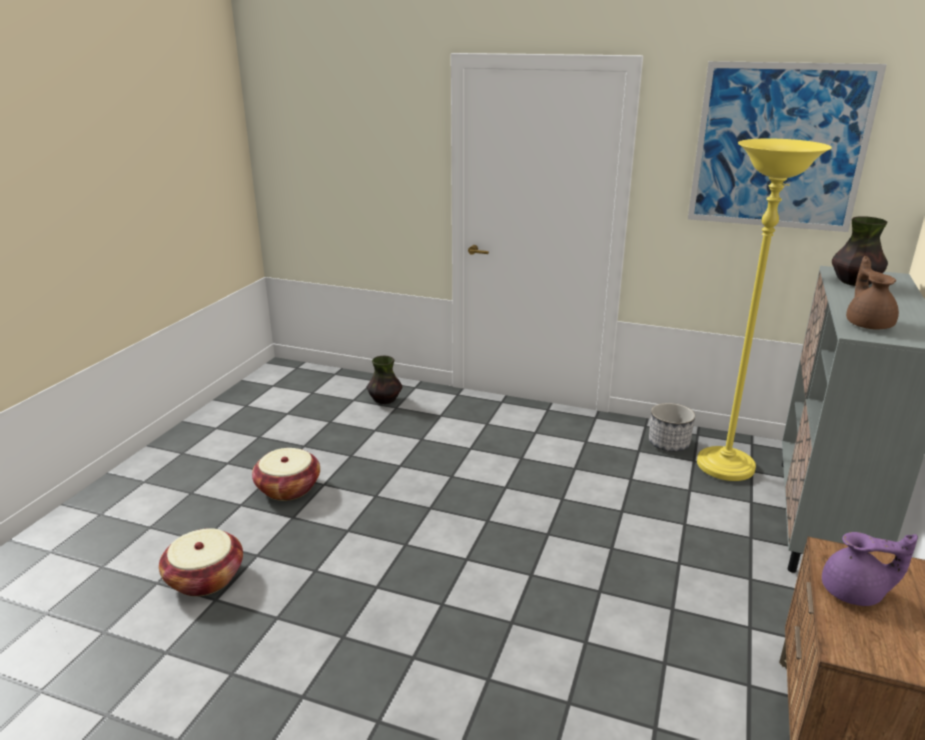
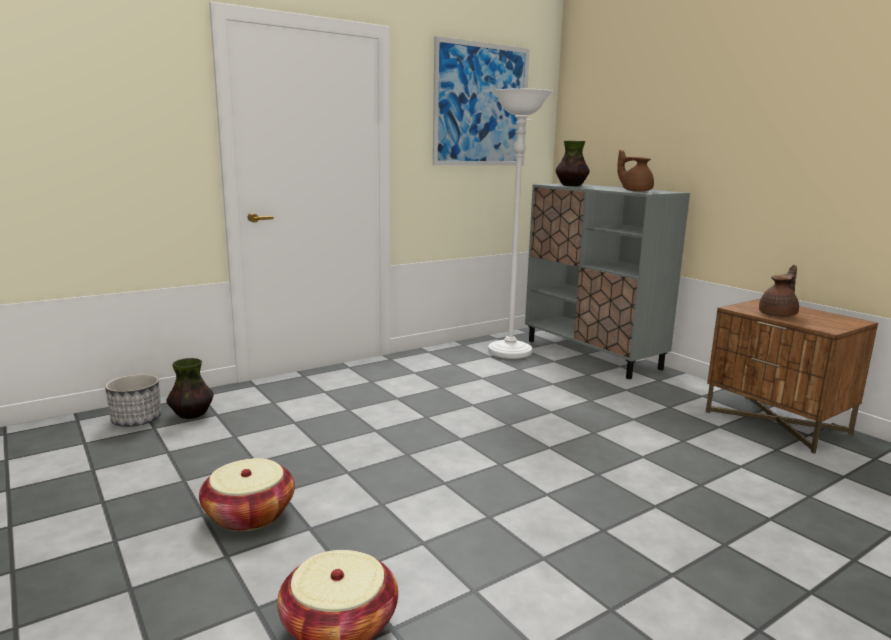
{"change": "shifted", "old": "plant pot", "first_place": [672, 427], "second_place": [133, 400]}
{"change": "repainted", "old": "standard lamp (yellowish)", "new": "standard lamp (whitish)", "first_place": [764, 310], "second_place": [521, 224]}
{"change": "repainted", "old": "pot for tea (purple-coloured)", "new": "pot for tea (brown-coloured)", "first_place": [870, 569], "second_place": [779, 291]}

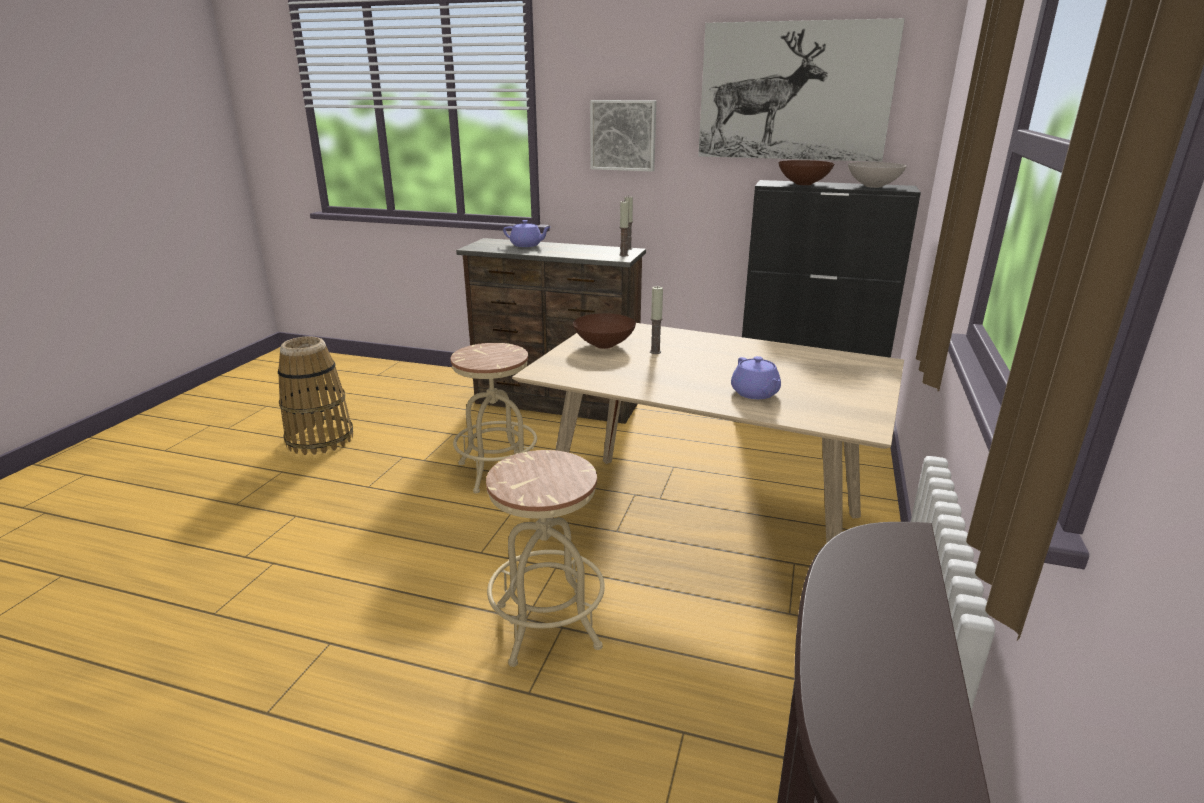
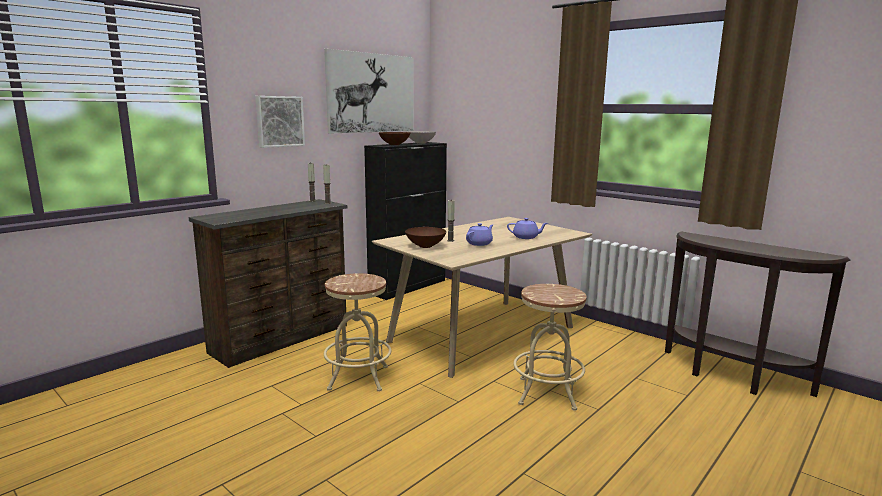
{"change": "gone", "old": "household basket", "first_place": [315, 396]}
{"change": "shifted", "old": "pot for tea (purple-coloured)", "first_place": [526, 233], "second_place": [480, 234]}

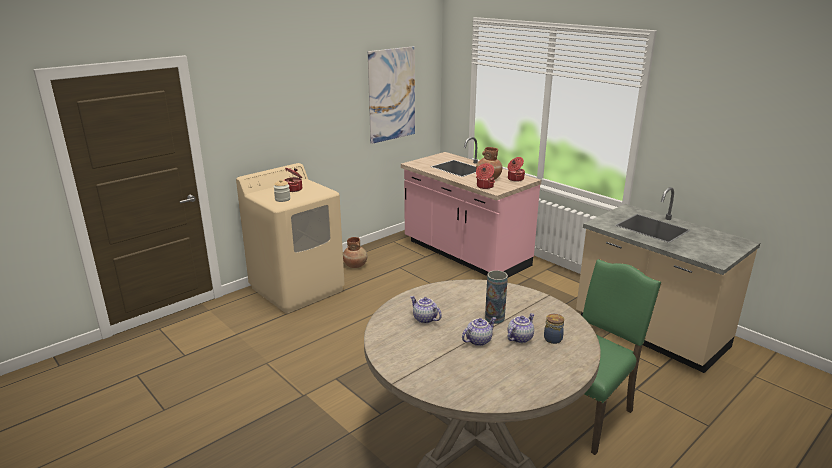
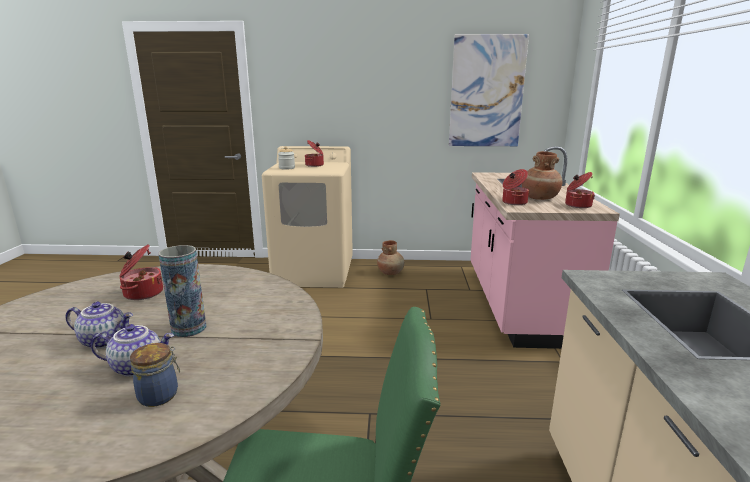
{"change": "swapped", "old": "pot for tea", "new": "saucepot", "first_place": [426, 310], "second_place": [141, 272]}

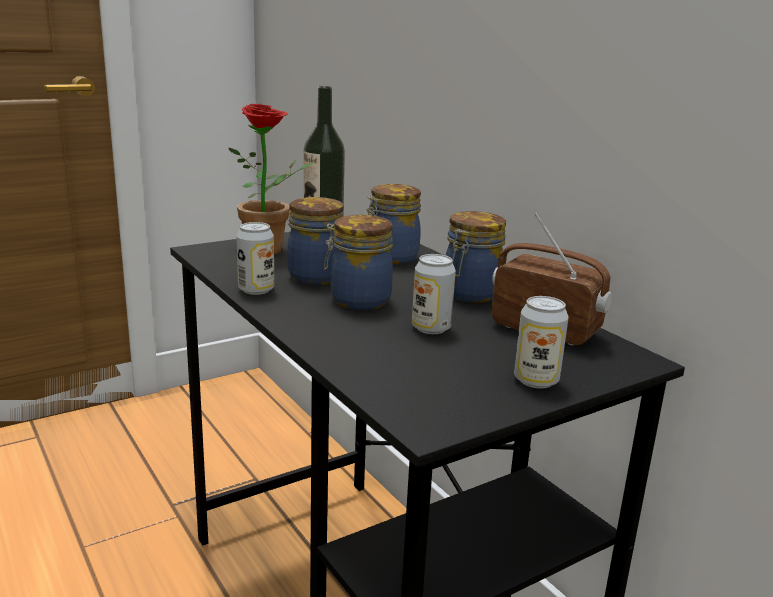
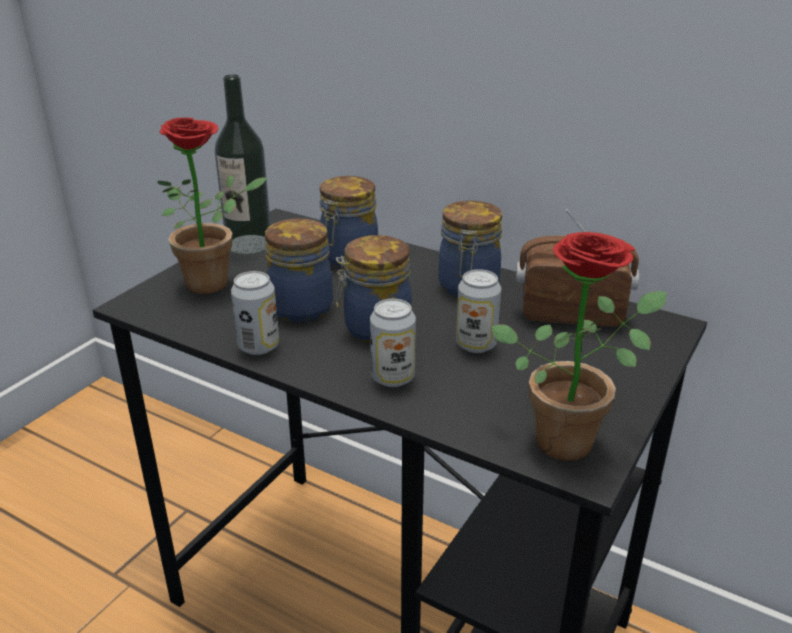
{"change": "new", "new": "houseplant", "second_place": [578, 346]}
{"change": "shifted", "old": "sealed can", "first_place": [541, 342], "second_place": [393, 343]}

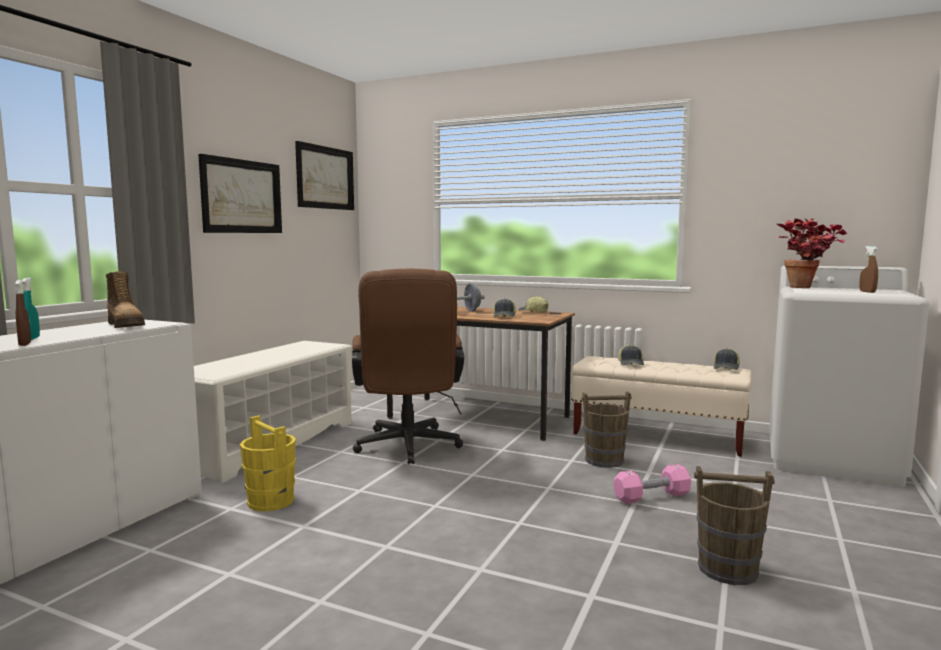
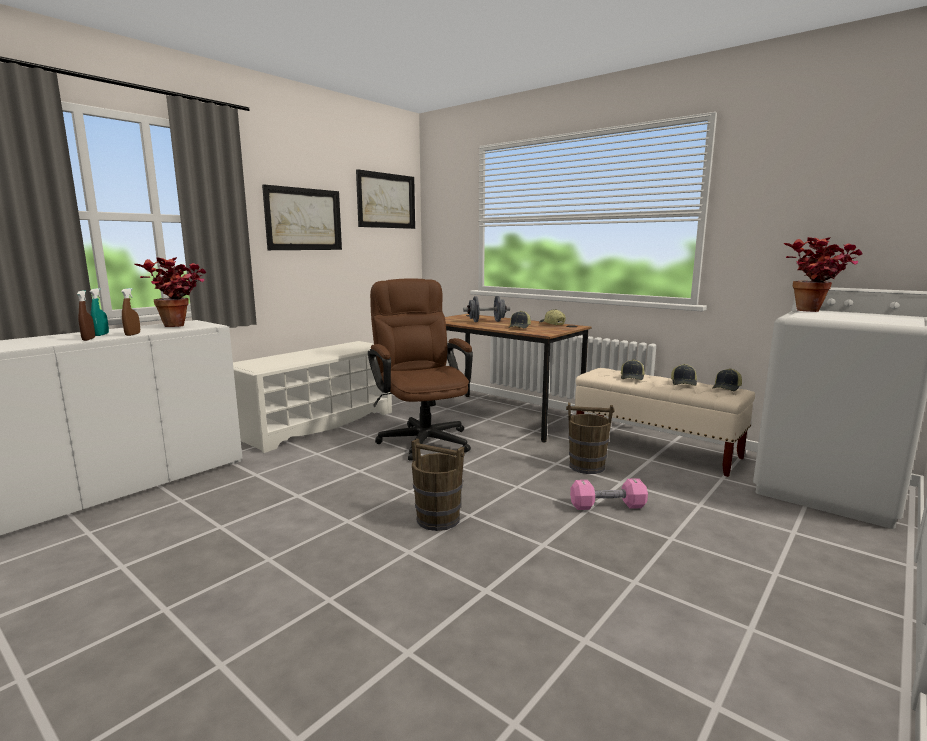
{"change": "gone", "old": "pail (yellowish)", "first_place": [268, 463]}
{"change": "new", "new": "peaked cap", "second_place": [684, 375]}
{"change": "shifted", "old": "pail (brown-coloured)", "first_place": [734, 525], "second_place": [438, 484]}
{"change": "shifted", "old": "sprayer (brown-coloured)", "first_place": [868, 269], "second_place": [130, 312]}
{"change": "swapped", "old": "boot", "new": "houseplant", "first_place": [125, 299], "second_place": [171, 292]}
{"change": "rotated", "old": "office chair (brown-coloured)", "first_place": [408, 366], "second_place": [420, 369], "degrees": 150}

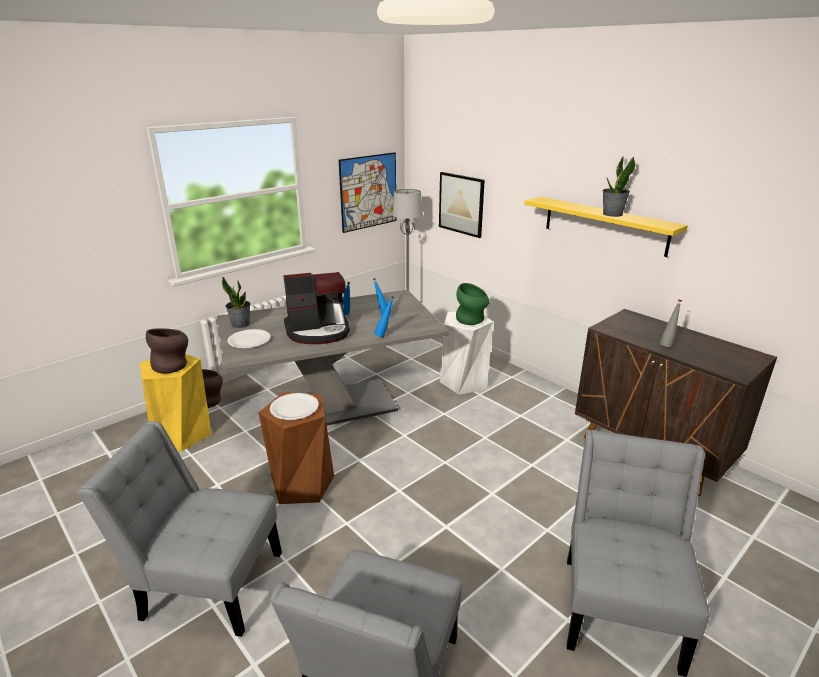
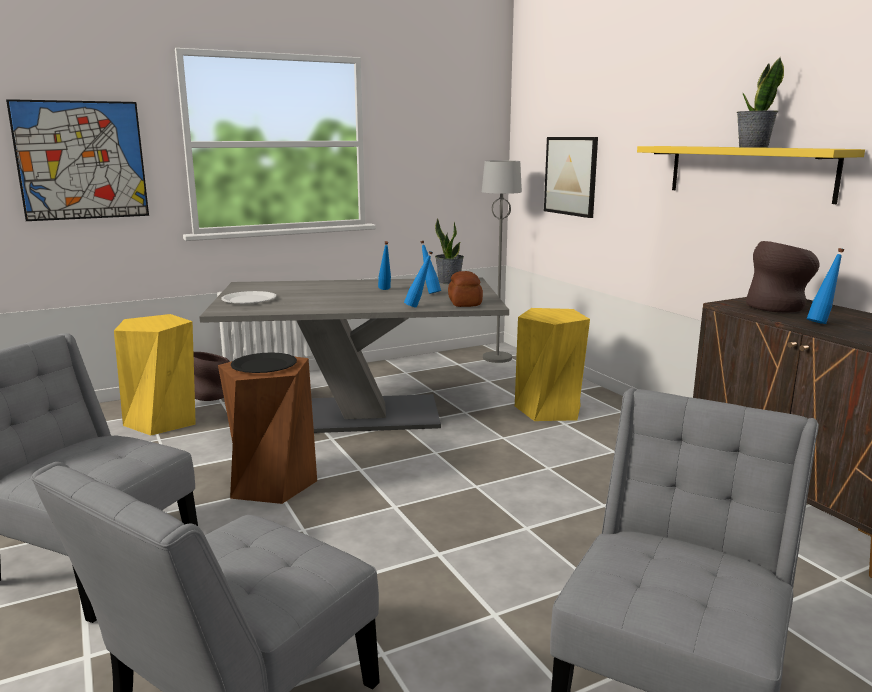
{"change": "gone", "old": "coffee brewer", "first_place": [316, 308]}
{"change": "gone", "old": "flower vase (green)", "first_place": [473, 304]}
{"change": "new", "new": "bread", "second_place": [465, 289]}
{"change": "shifted", "old": "flower vase (brown-coloured)", "first_place": [167, 351], "second_place": [783, 276]}
{"change": "shifted", "old": "houseplant", "first_place": [236, 302], "second_place": [449, 251]}
{"change": "shifted", "old": "picture", "first_place": [368, 192], "second_place": [77, 160]}
{"change": "repainted", "old": "flat dish (whitish)", "new": "flat dish (blackish)", "first_place": [294, 406], "second_place": [264, 362]}
{"change": "repainted", "old": "stool seat (whitish)", "new": "stool seat (yellowish)", "first_place": [466, 353], "second_place": [552, 364]}
{"change": "repainted", "old": "drink bottle (grey)", "new": "drink bottle (bluish)", "first_place": [671, 323], "second_place": [826, 286]}

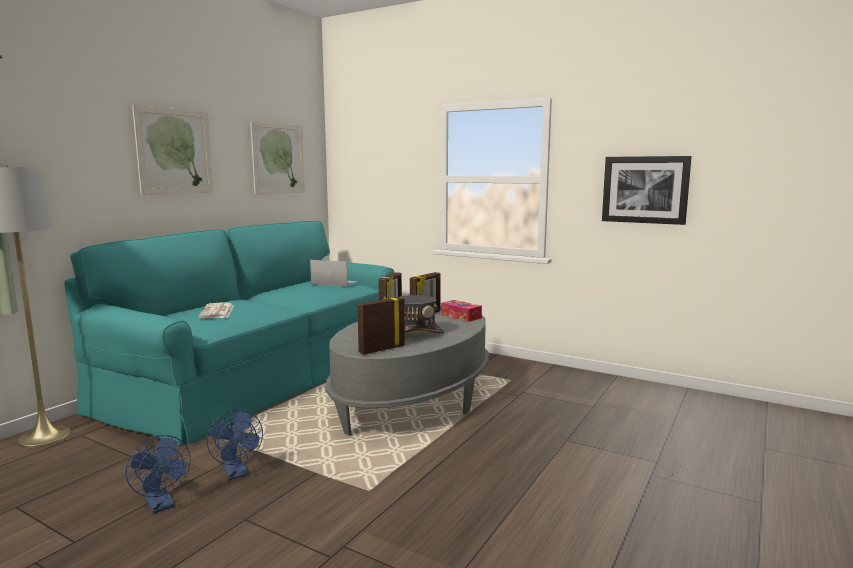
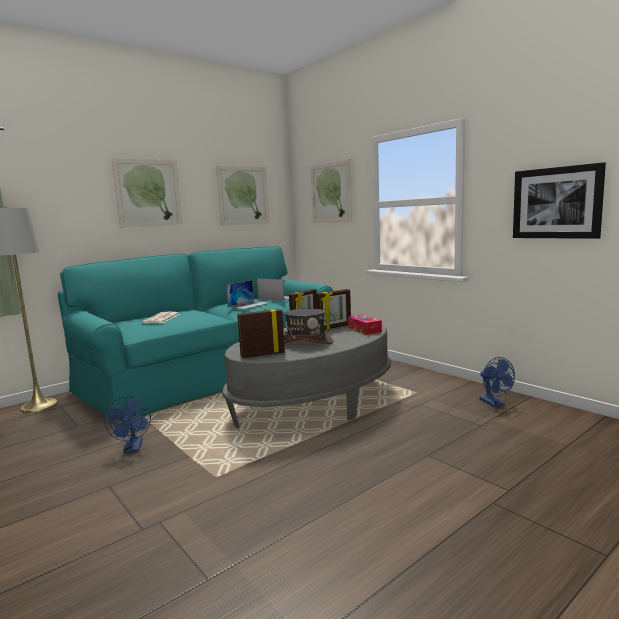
{"change": "new", "new": "notebook computer", "second_place": [247, 294]}
{"change": "new", "new": "picture", "second_place": [331, 191]}
{"change": "shifted", "old": "cooling fan (bluish)", "first_place": [158, 474], "second_place": [497, 382]}

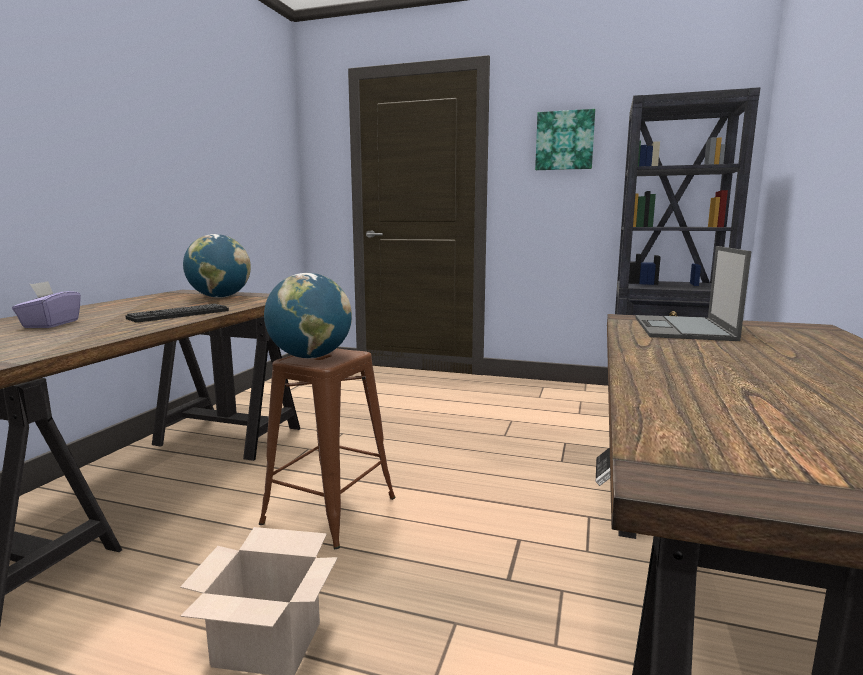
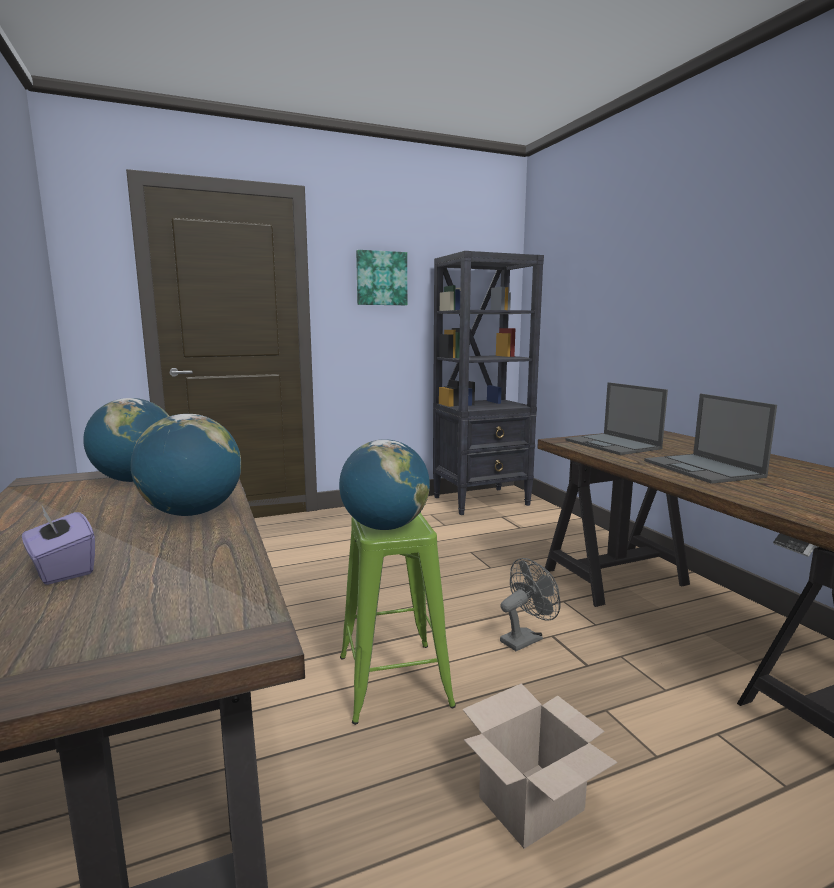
{"change": "new", "new": "cooling fan (grey)", "second_place": [530, 604]}
{"change": "new", "new": "notebook computer", "second_place": [710, 439]}
{"change": "swapped", "old": "keyboard", "new": "globe", "first_place": [177, 313], "second_place": [186, 465]}
{"change": "repainted", "old": "stool seat (brown-coloured)", "new": "stool seat (green)", "first_place": [327, 448], "second_place": [398, 618]}

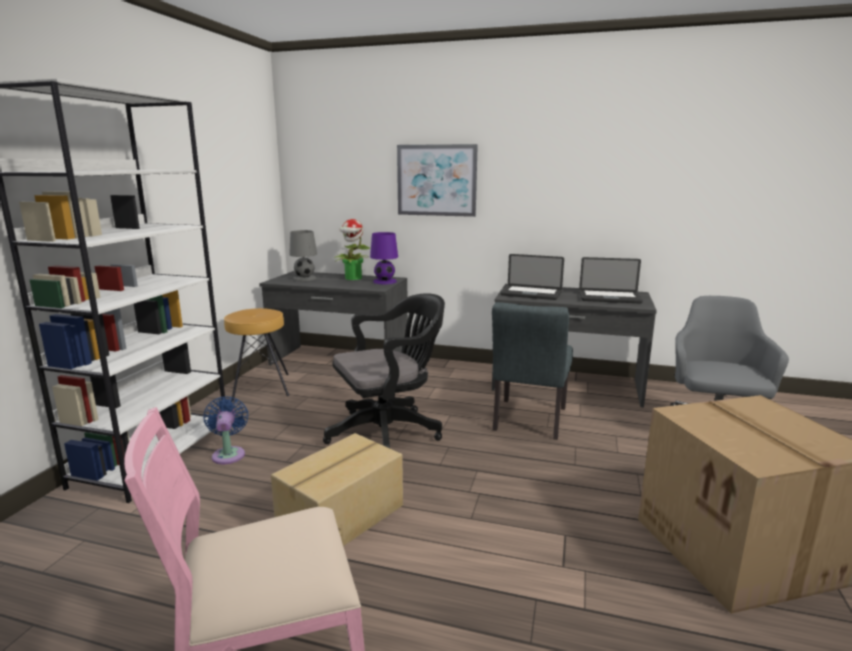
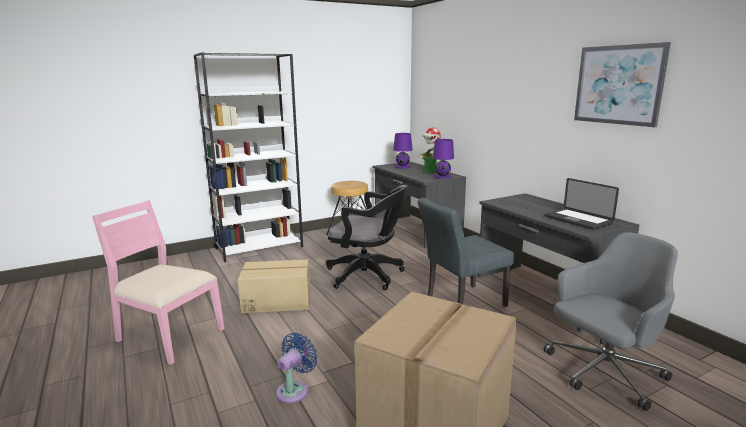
{"change": "gone", "old": "notebook computer", "first_place": [532, 277]}
{"change": "shifted", "old": "cooling fan (bluish)", "first_place": [225, 430], "second_place": [297, 367]}
{"change": "shifted", "old": "picture", "first_place": [437, 180], "second_place": [622, 84]}
{"change": "repainted", "old": "lamp for a table (grey)", "new": "lamp for a table (purple-coloured)", "first_place": [303, 255], "second_place": [403, 151]}

